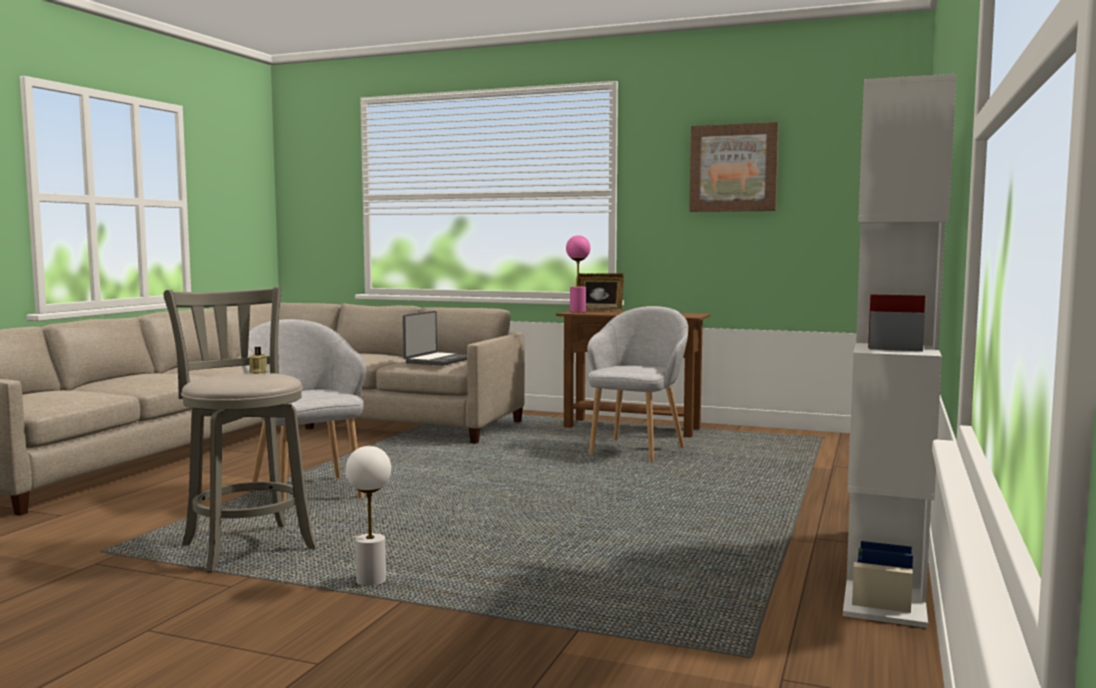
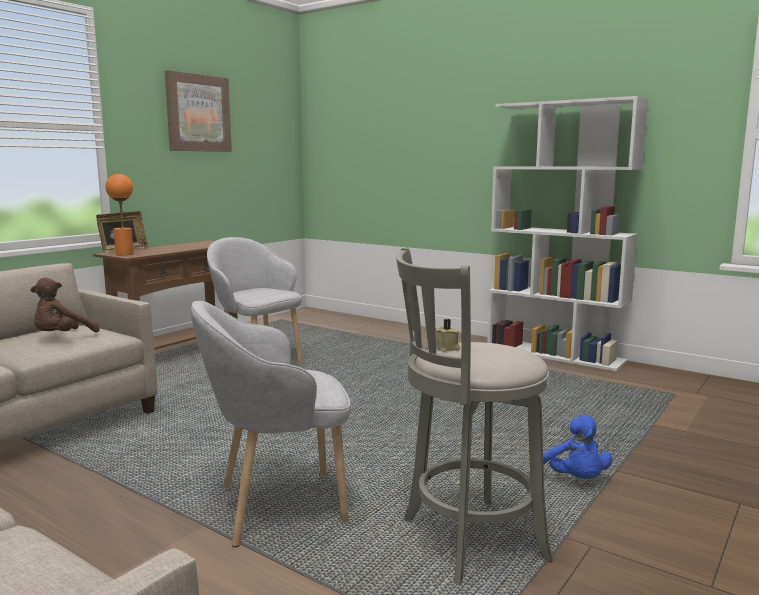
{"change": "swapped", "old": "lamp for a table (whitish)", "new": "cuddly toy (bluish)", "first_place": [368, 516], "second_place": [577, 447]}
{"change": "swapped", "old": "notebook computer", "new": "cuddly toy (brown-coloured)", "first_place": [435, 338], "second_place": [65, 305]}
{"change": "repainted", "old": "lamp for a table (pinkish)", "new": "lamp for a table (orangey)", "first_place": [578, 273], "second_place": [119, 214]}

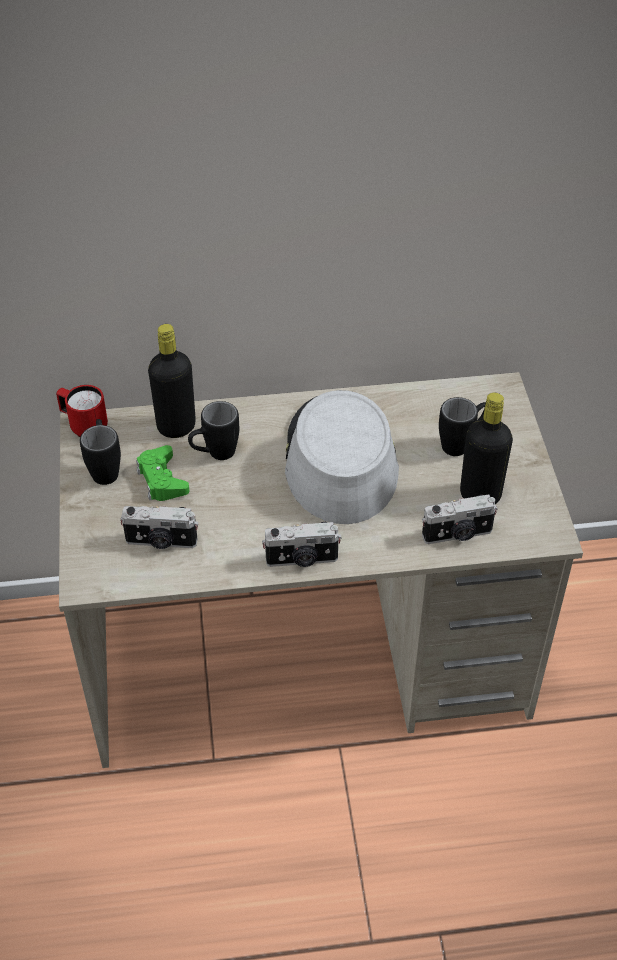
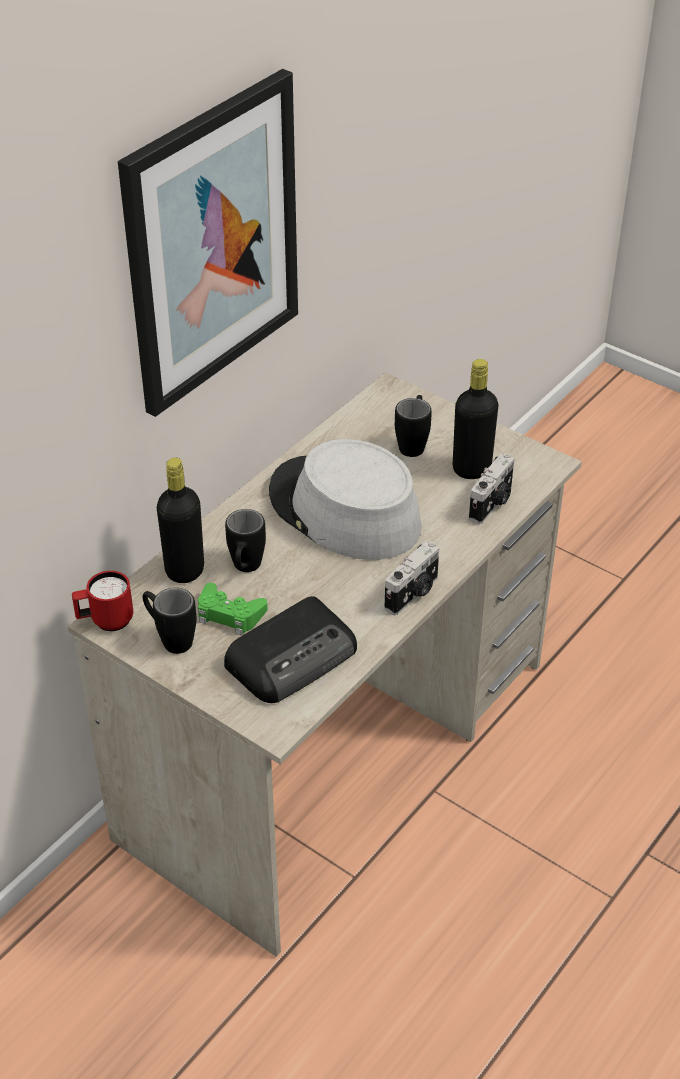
{"change": "new", "new": "picture", "second_place": [208, 243]}
{"change": "swapped", "old": "photo camera", "new": "radio receiver", "first_place": [159, 527], "second_place": [290, 649]}

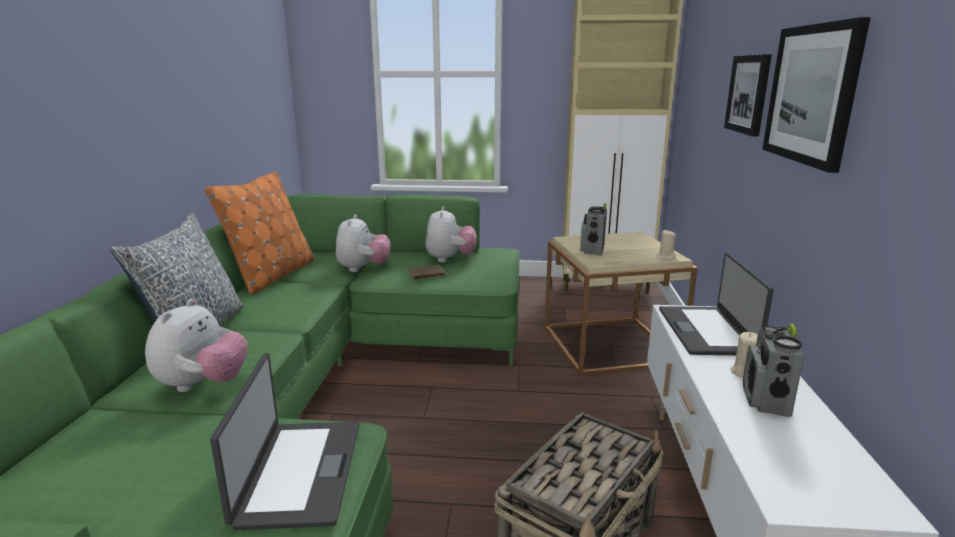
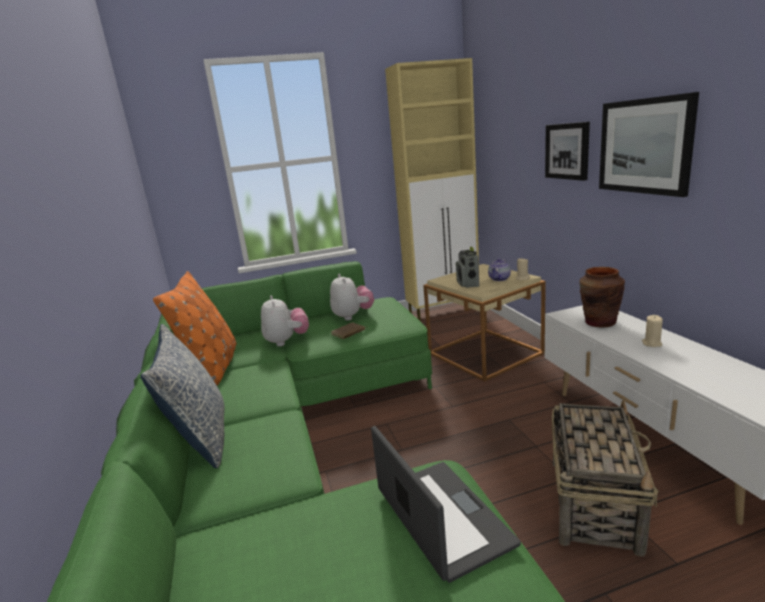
{"change": "gone", "old": "cuddly toy", "first_place": [196, 345]}
{"change": "gone", "old": "radio receiver", "first_place": [773, 370]}
{"change": "new", "new": "pot for tea", "second_place": [499, 269]}
{"change": "swapped", "old": "notebook computer", "new": "flower vase (brown-coloured)", "first_place": [716, 303], "second_place": [602, 297]}

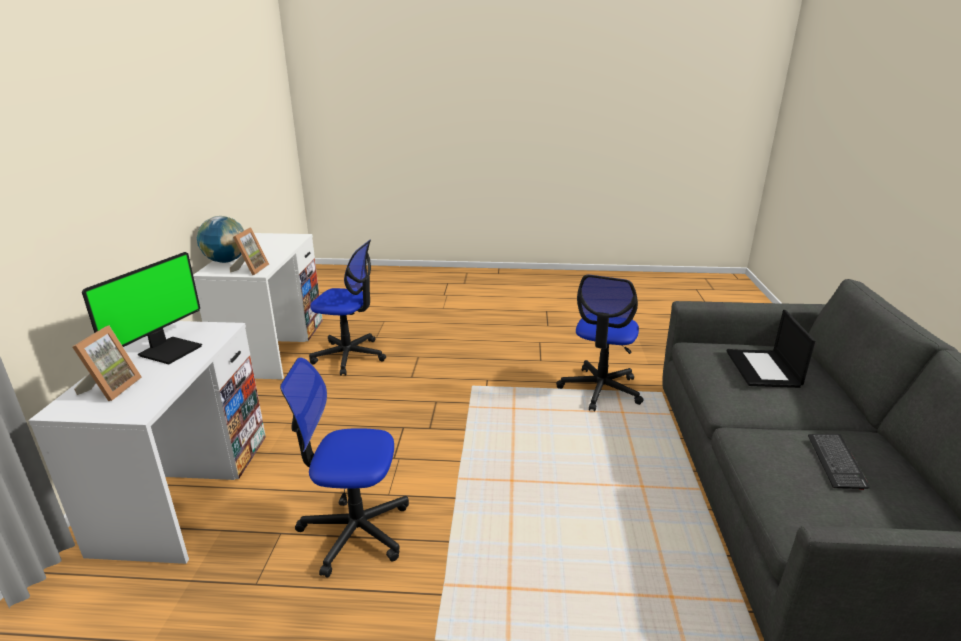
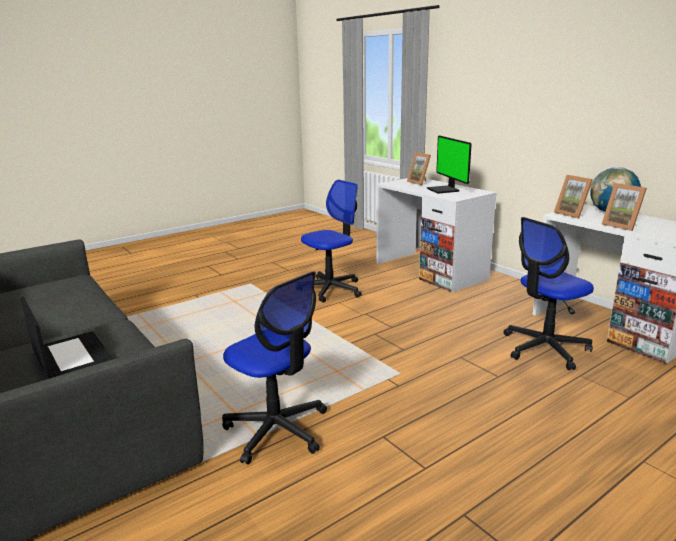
{"change": "gone", "old": "keyboard", "first_place": [839, 462]}
{"change": "new", "new": "picture frame", "second_place": [624, 207]}
{"change": "rotated", "old": "office chair", "first_place": [600, 343], "second_place": [274, 368], "degrees": 150}

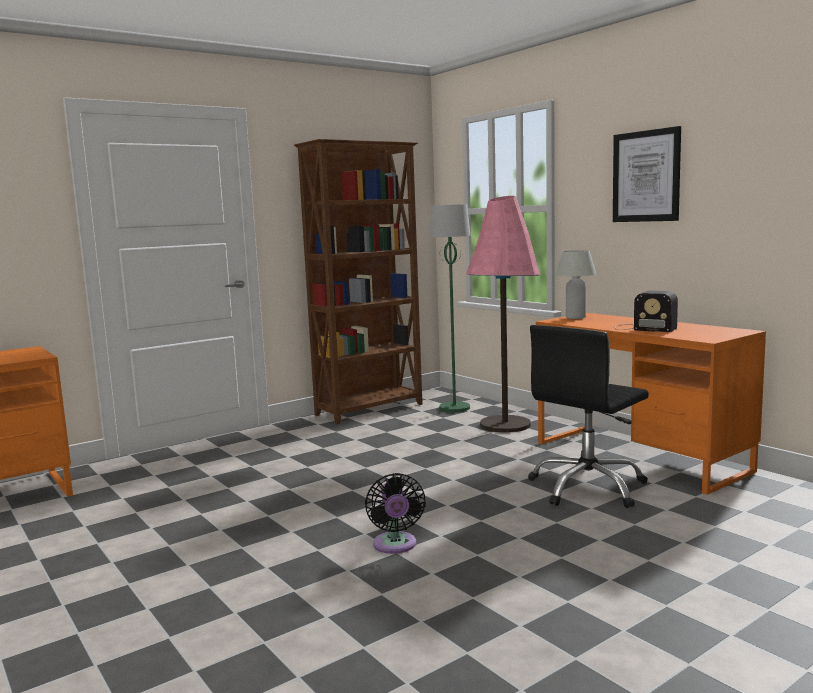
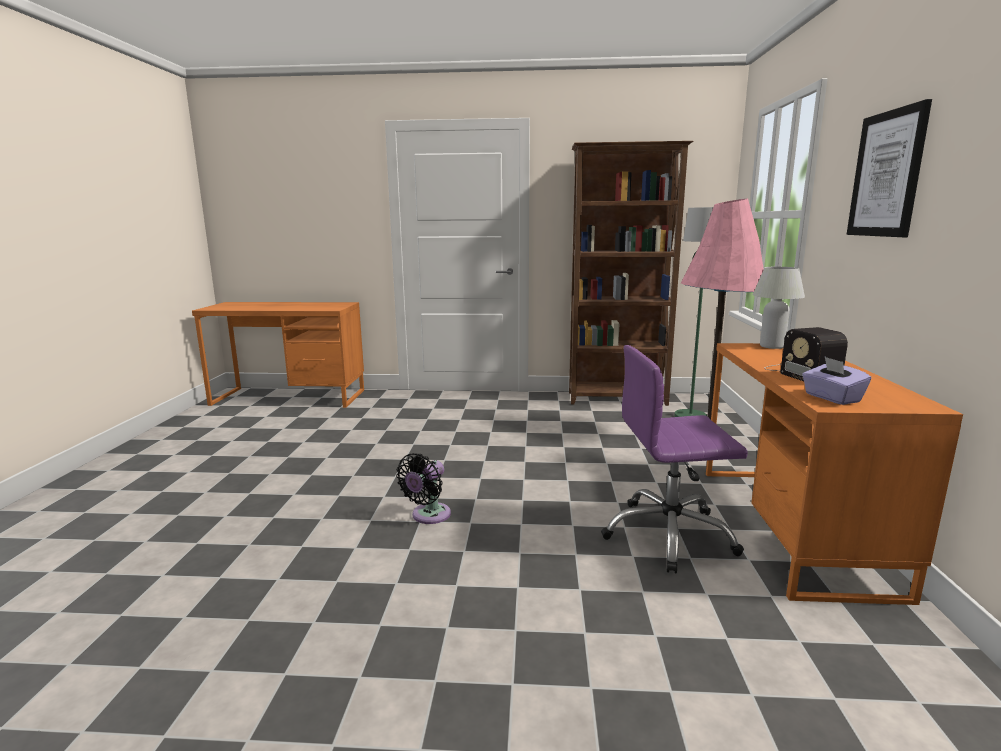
{"change": "new", "new": "tissue box (purple-coloured)", "second_place": [836, 380]}
{"change": "repainted", "old": "office chair (blackish)", "new": "office chair (purple-coloured)", "first_place": [588, 416], "second_place": [674, 459]}

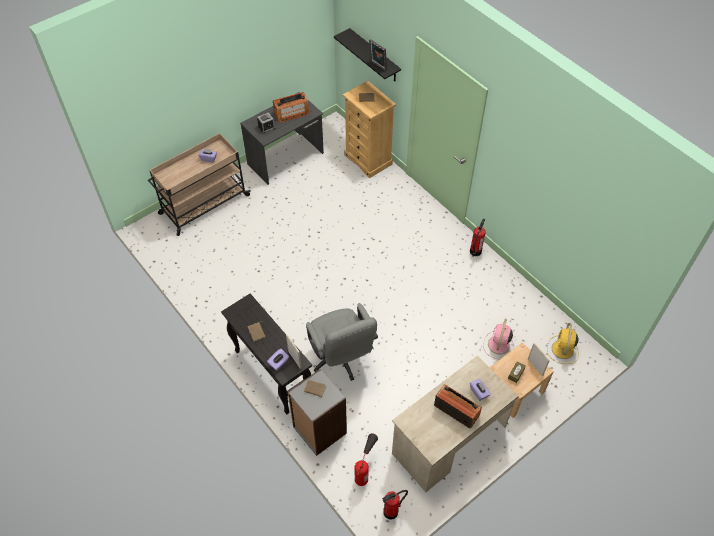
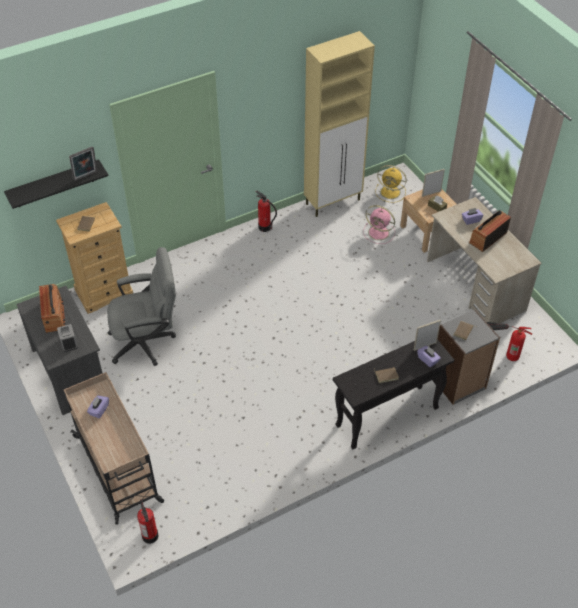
{"change": "new", "new": "cabinet (sand-coloured)", "second_place": [339, 124]}
{"change": "shifted", "old": "office chair (grey)", "first_place": [342, 342], "second_place": [141, 306]}
{"change": "shifted", "old": "fire-fighting cylinder", "first_place": [395, 505], "second_place": [147, 521]}

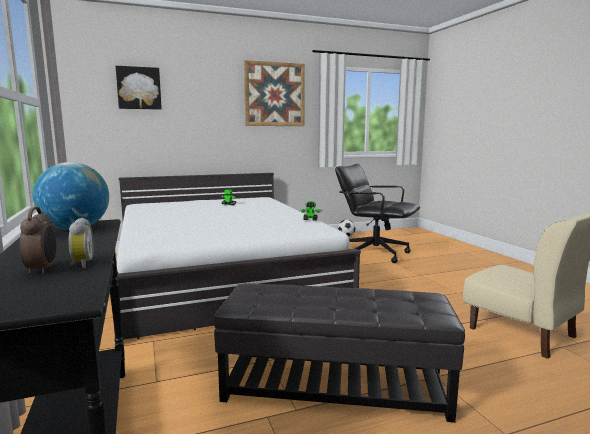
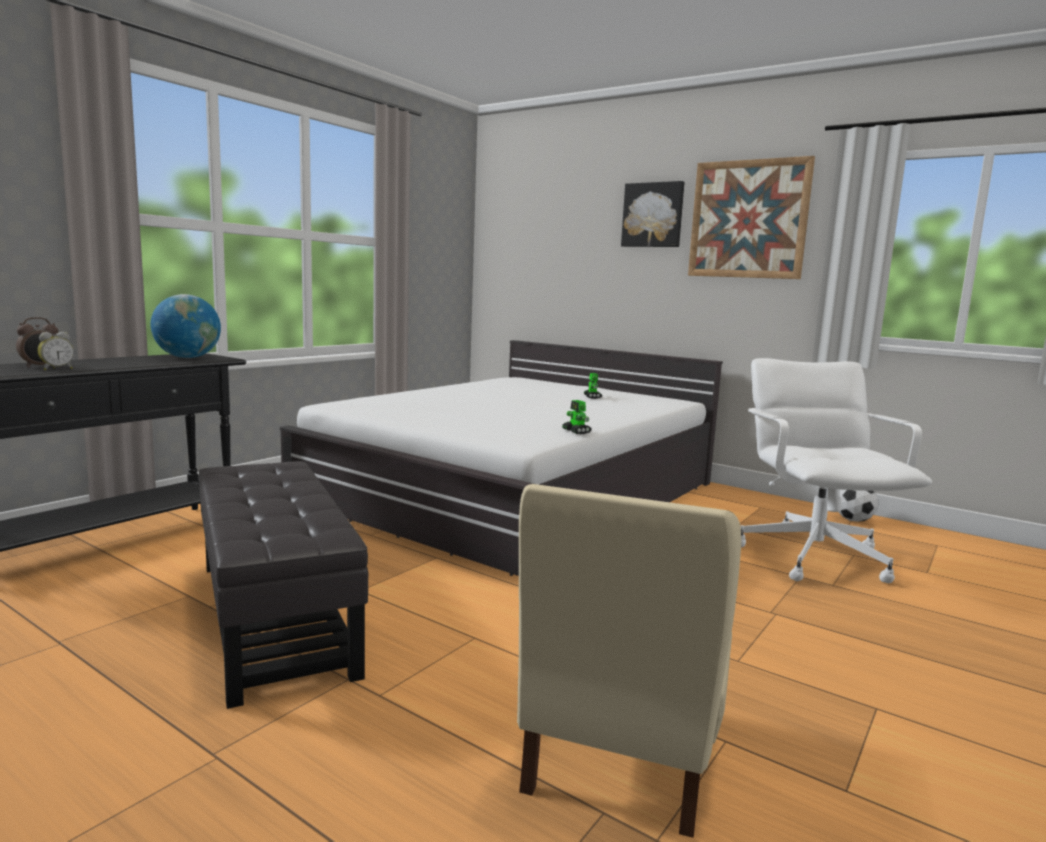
{"change": "shifted", "old": "picture", "first_place": [139, 88], "second_place": [652, 214]}
{"change": "repainted", "old": "office chair (blackish)", "new": "office chair (whitish)", "first_place": [377, 213], "second_place": [836, 470]}

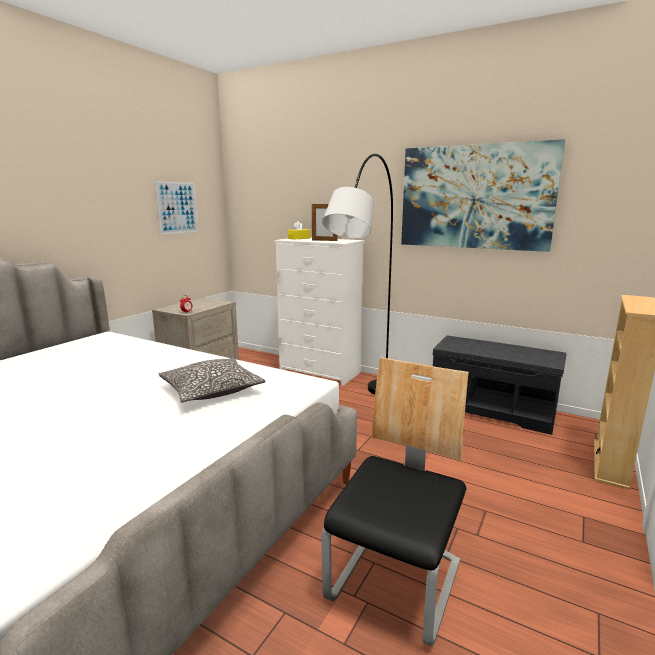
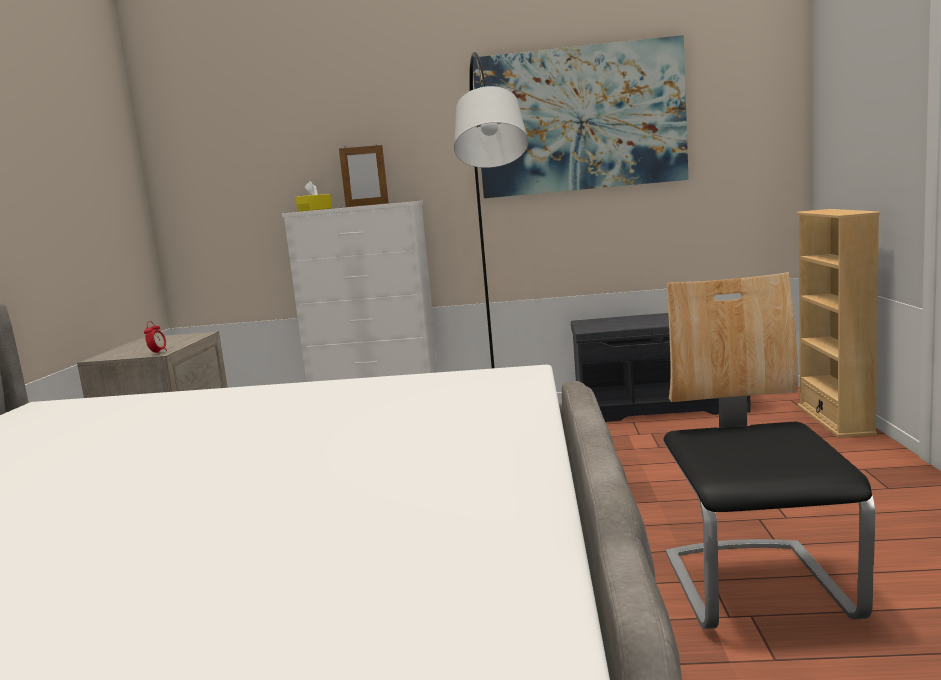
{"change": "gone", "old": "picture", "first_place": [176, 208]}
{"change": "gone", "old": "pillow", "first_place": [212, 380]}

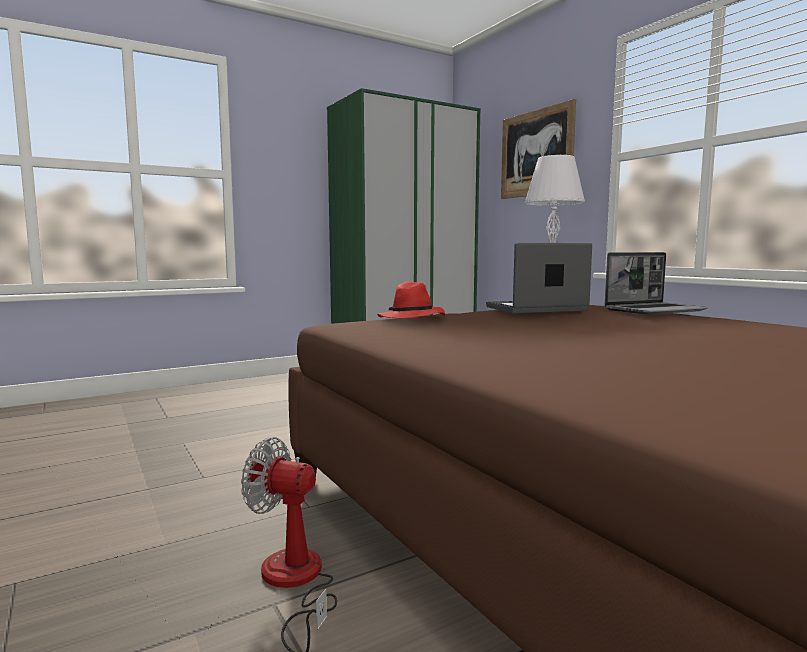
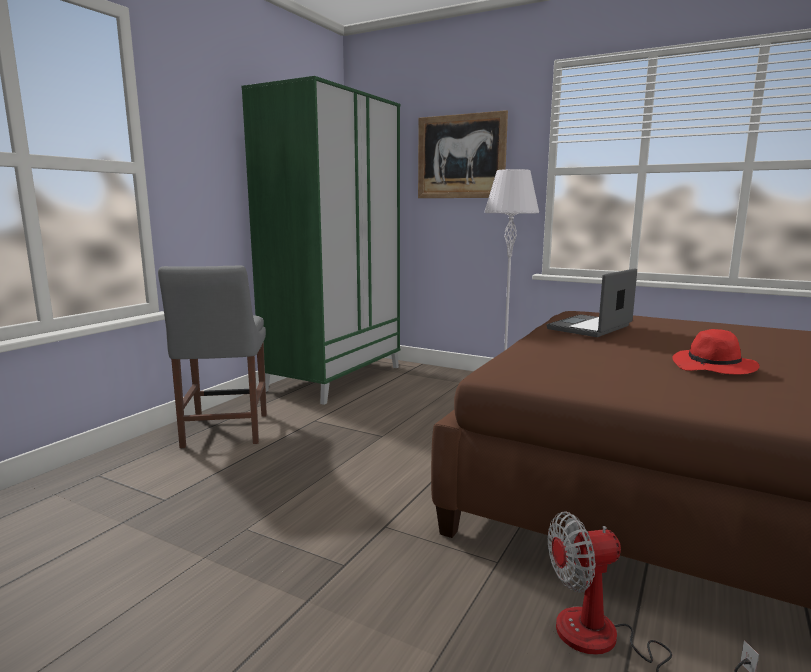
{"change": "gone", "old": "notebook computer", "first_place": [656, 283]}
{"change": "new", "new": "chair (grey)", "second_place": [212, 356]}
{"change": "shifted", "old": "hat (red-coloured)", "first_place": [411, 299], "second_place": [716, 352]}

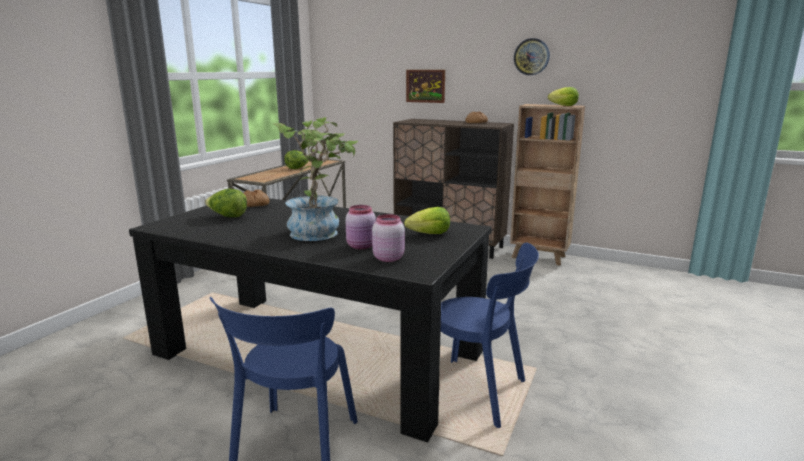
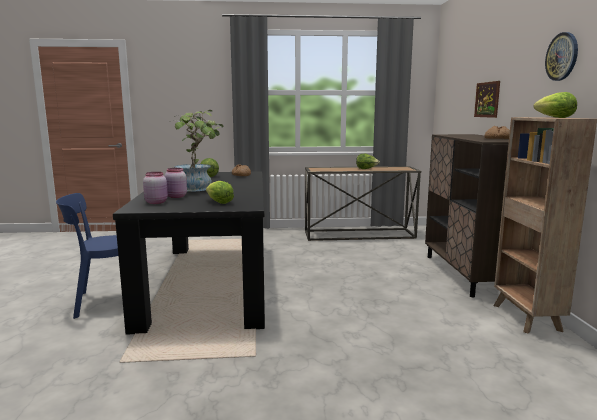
{"change": "gone", "old": "chair (bluish)", "first_place": [490, 335]}

